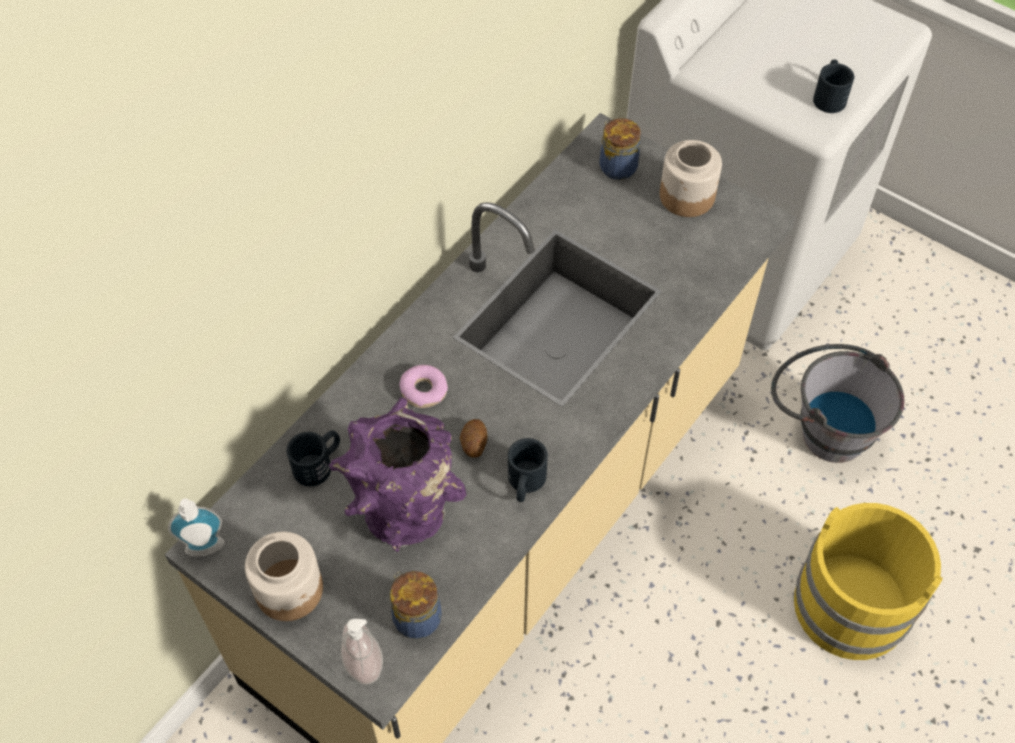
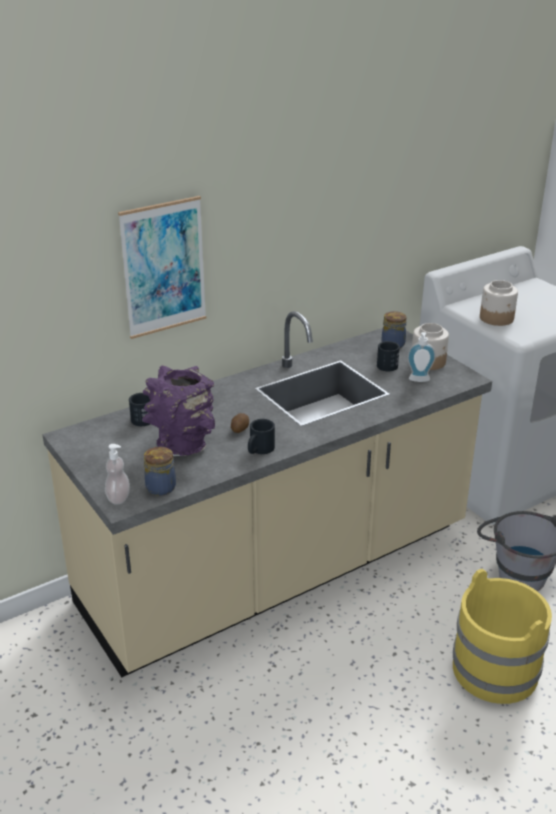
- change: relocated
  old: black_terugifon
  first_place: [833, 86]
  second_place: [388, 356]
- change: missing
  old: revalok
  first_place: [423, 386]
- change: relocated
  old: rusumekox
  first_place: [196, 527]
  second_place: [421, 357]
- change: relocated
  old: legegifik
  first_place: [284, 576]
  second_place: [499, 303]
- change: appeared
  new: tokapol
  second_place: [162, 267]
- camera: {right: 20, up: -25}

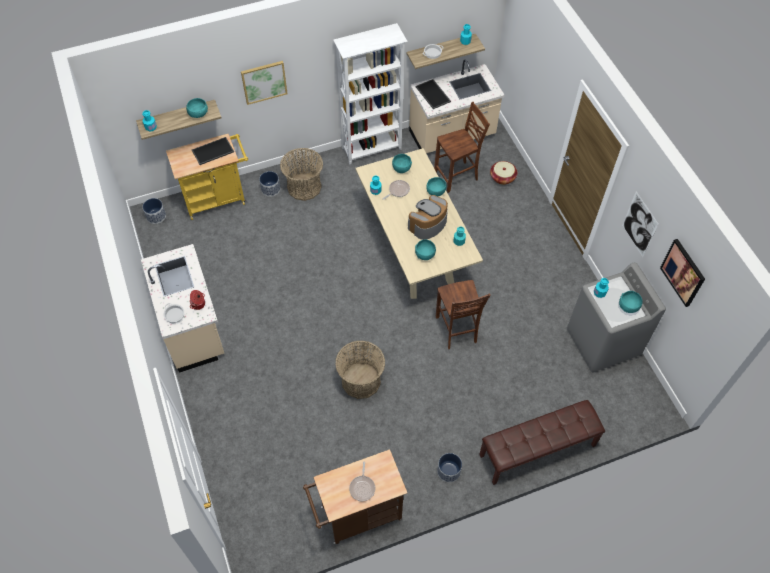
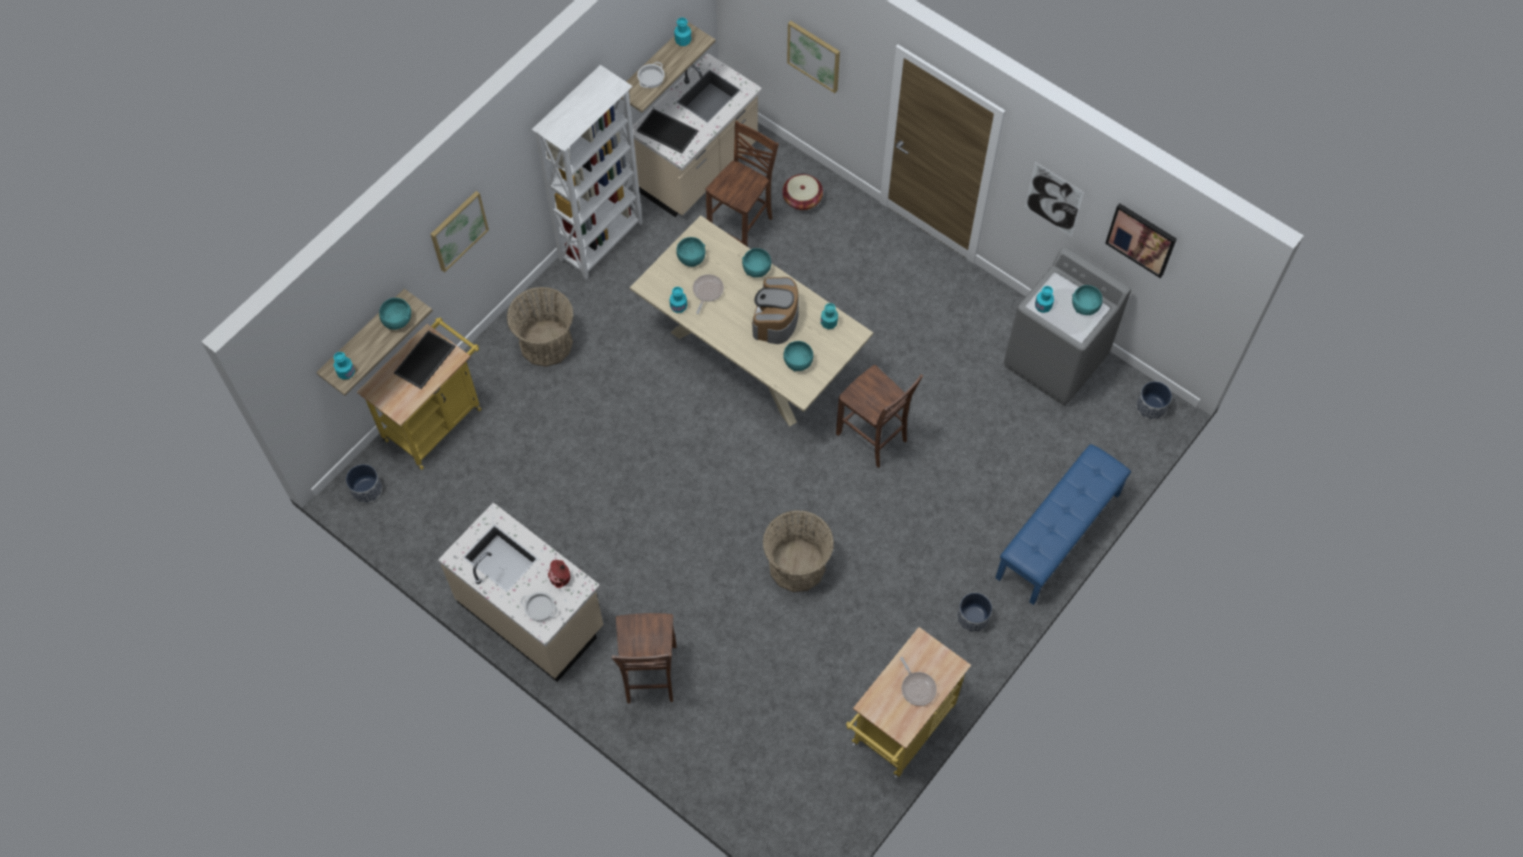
- change: relocated
  old: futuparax
  first_place: [269, 184]
  second_place: [1154, 400]
- change: colour
  old: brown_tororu
  new: blue_tororu
  first_place: [542, 442]
  second_place: [1063, 524]
- change: colour
  old: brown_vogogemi
  new: yellow_vogogemi
  first_place: [355, 496]
  second_place: [908, 702]
- change: appeared
  new: tokapol
  second_place: [813, 57]
- change: appeared
  new: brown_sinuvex
  second_place: [644, 658]
- camera: {right: -30, up: 5}

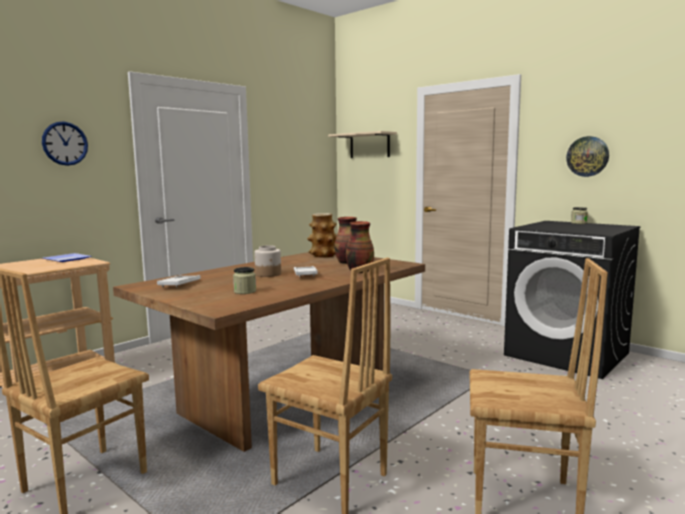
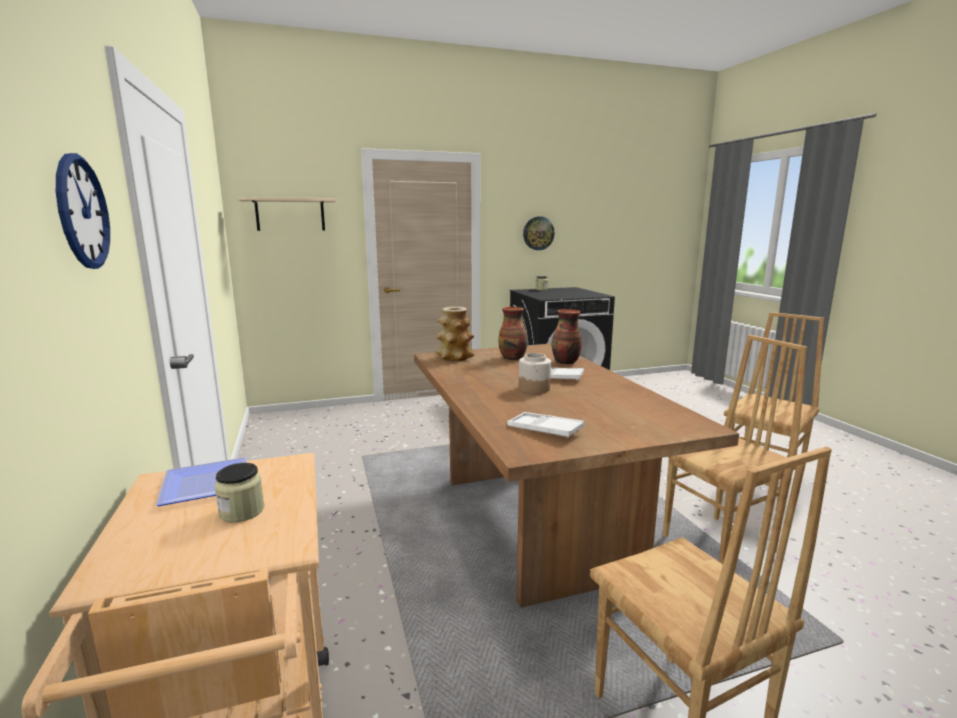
- change: relocated
  old: legegifik
  first_place: [244, 280]
  second_place: [239, 492]
- camera: {right: -60, up: 5}

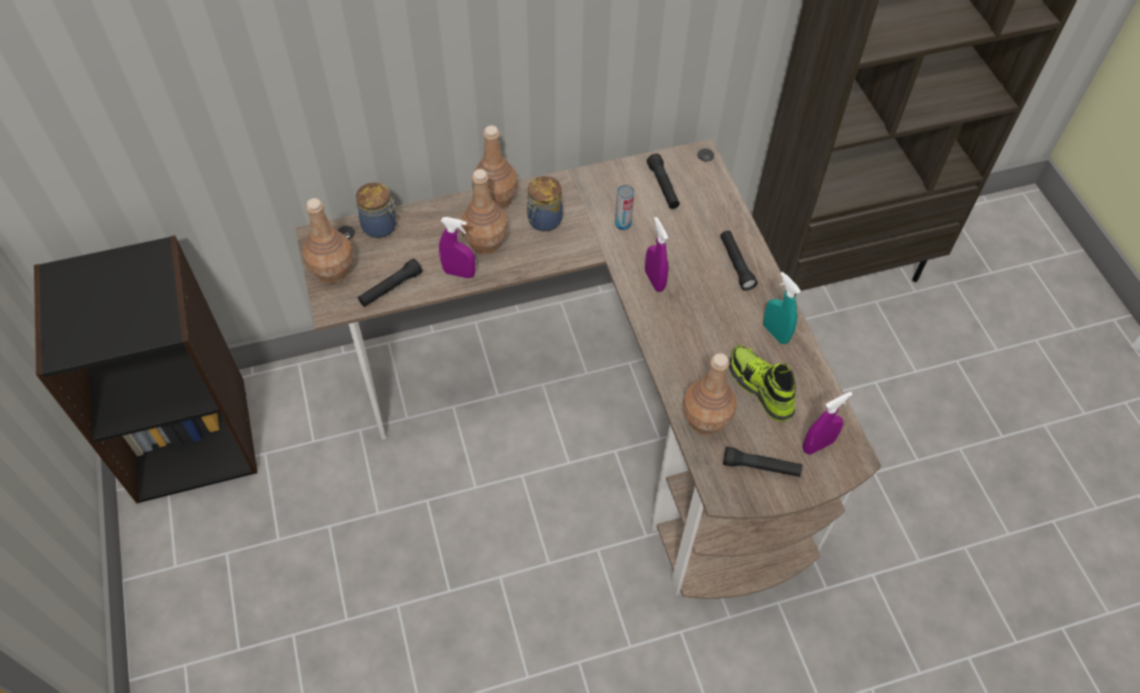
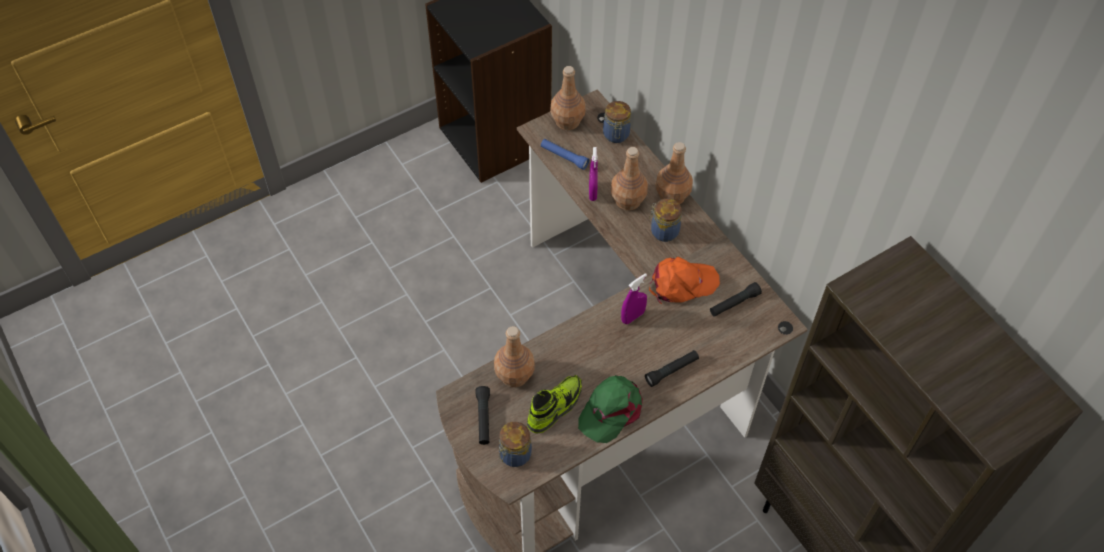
- change: exchanged
  old: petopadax
  new: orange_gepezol
  first_place: [624, 207]
  second_place: [684, 281]
- change: colour
  old: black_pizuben
  new: blue_pizuben
  first_place: [390, 283]
  second_place: [565, 154]
- change: exchanged
  old: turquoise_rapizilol
  new: green_gepezol
  first_place: [782, 308]
  second_place: [610, 409]
- change: exchanged
  old: purple_rapizilol
  new: legegifik
  first_place: [828, 423]
  second_place: [515, 444]
- camera: {right: 75, up: 0}

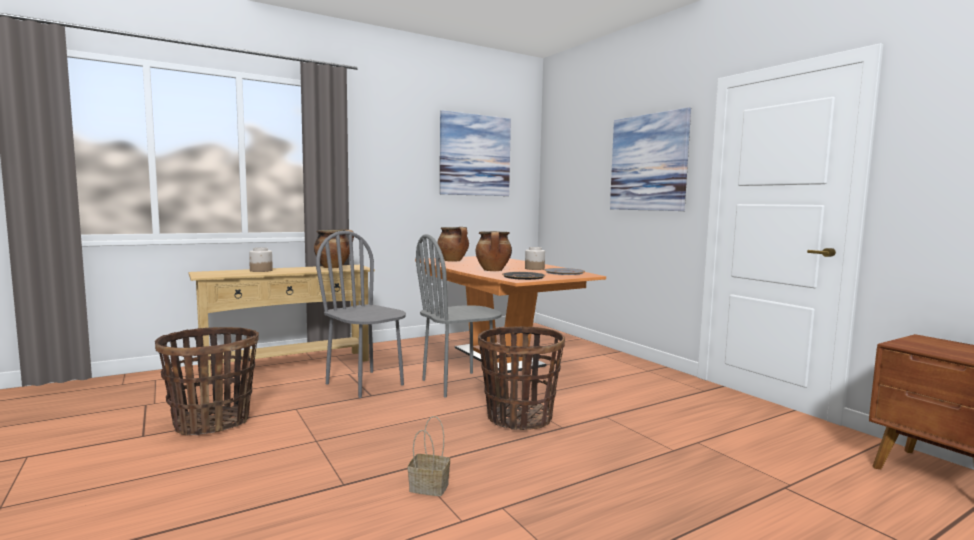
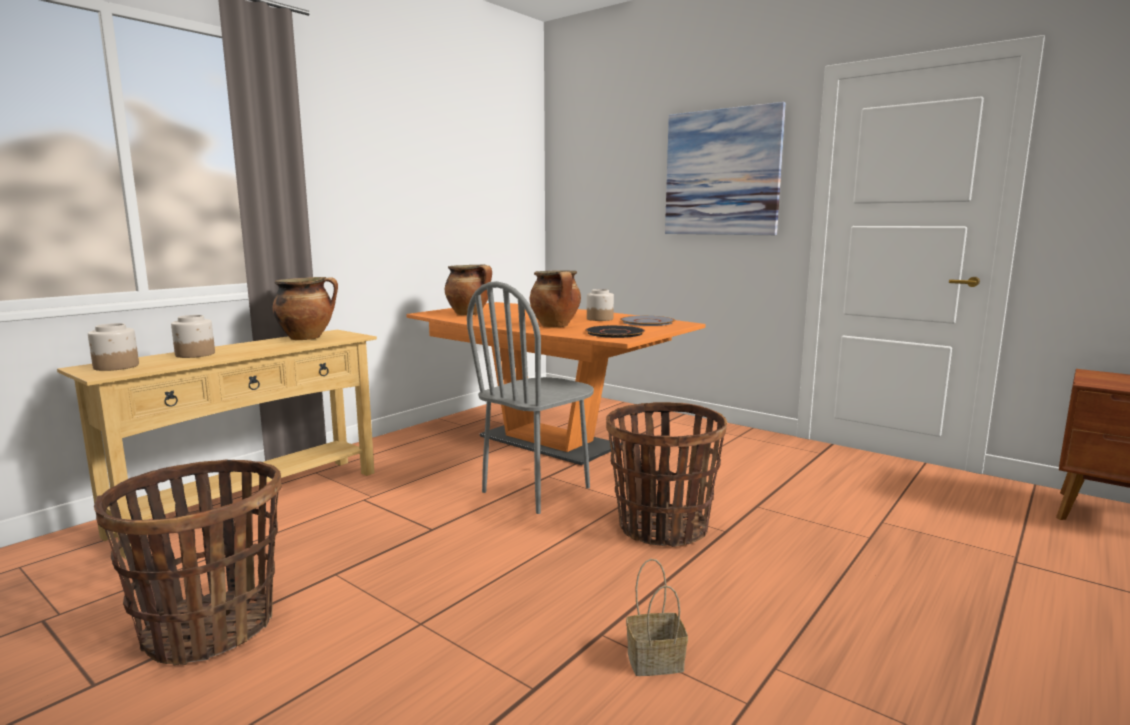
- change: missing
  old: tokapol
  first_place: [475, 153]
- change: missing
  old: grey_sinuvex
  first_place: [361, 314]
- change: appeared
  new: legegifik
  second_place: [113, 347]
- camera: {right: -20, up: 5}

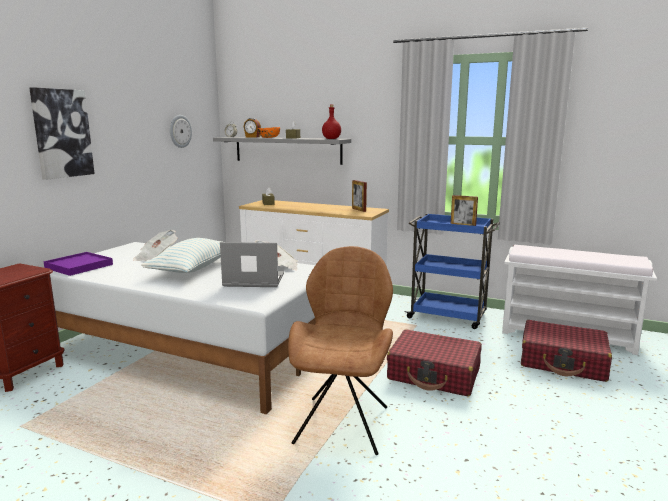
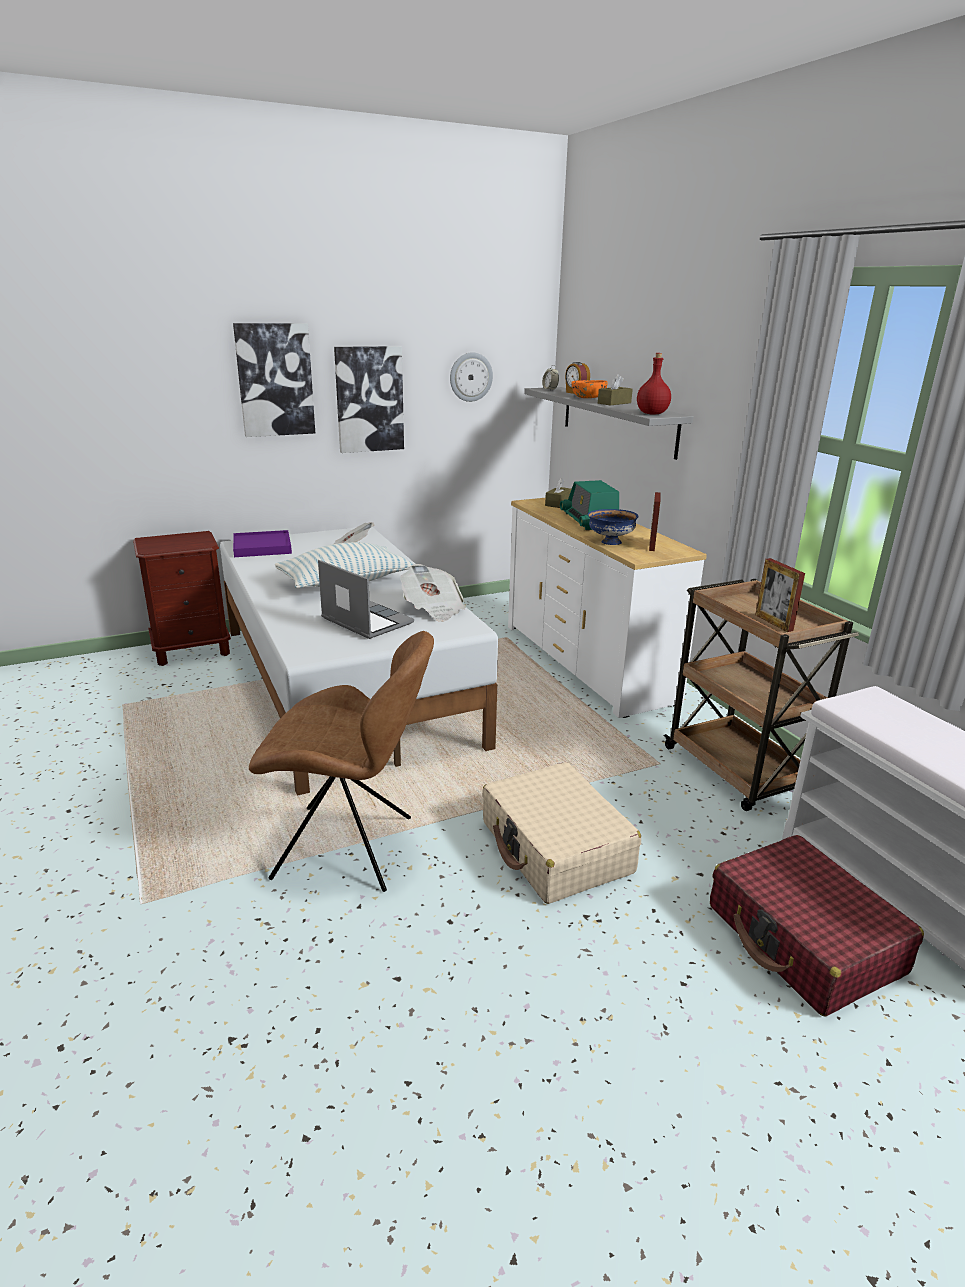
- change: colour
  old: blue_vogogemi
  new: brown_vogogemi
  first_place: [452, 271]
  second_place: [761, 695]
- change: spun
  old: brown_sinuvex
  first_place: [340, 350]
  second_place: [341, 761]
  degrees: 45
- change: colour
  old: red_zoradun
  new: beige_zoradun
  first_place: [434, 362]
  second_place: [561, 833]
- change: appeared
  new: tokapol
  second_place: [369, 399]
- change: appeared
  new: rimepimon
  second_place: [589, 505]
- change: appeared
  new: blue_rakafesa
  second_place: [613, 527]
- camera: {right: 40, up: 10}

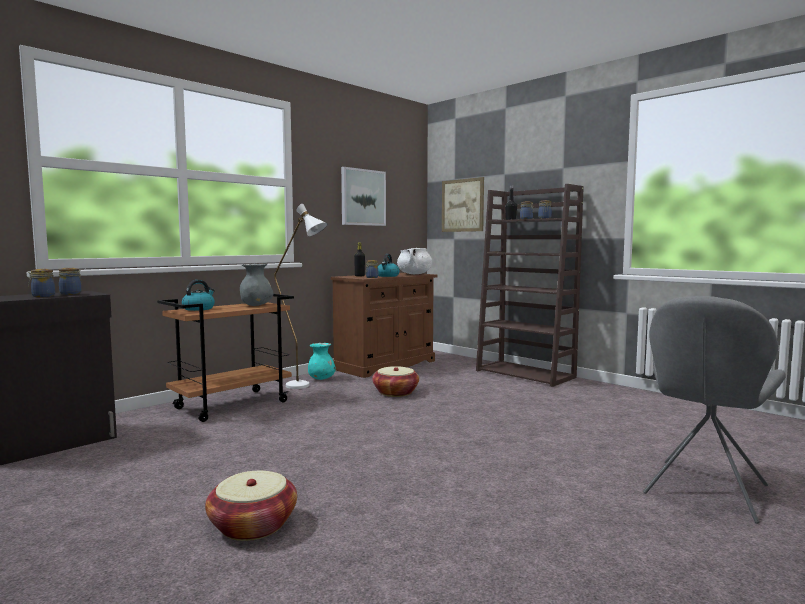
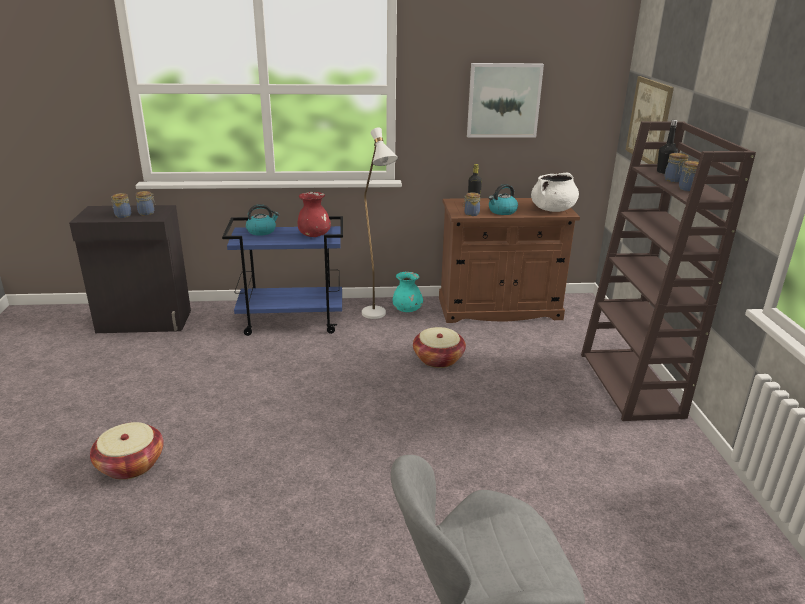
- change: colour
  old: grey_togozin
  new: red_togozin
  first_place: [257, 285]
  second_place: [314, 214]
- change: colour
  old: brown_vogogemi
  new: blue_vogogemi
  first_place: [225, 358]
  second_place: [282, 276]
- camera: {right: 40, up: 20}

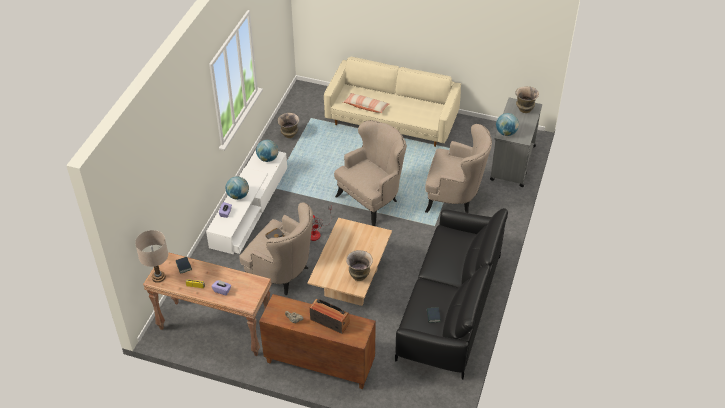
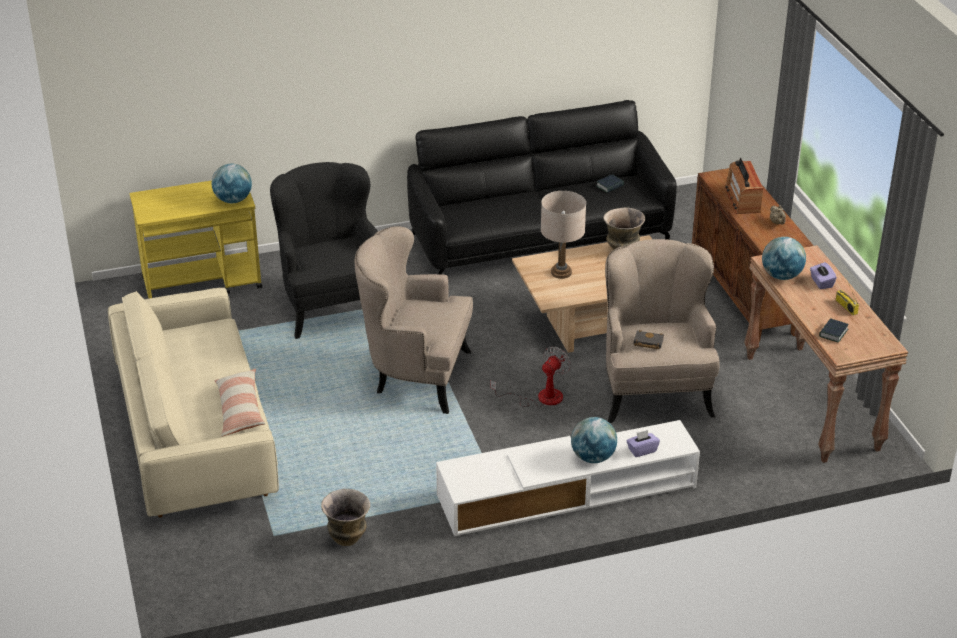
- change: missing
  old: togozin
  first_place: [527, 99]
- change: colour
  old: grey_vogogemi
  new: yellow_vogogemi
  first_place: [516, 142]
  second_place: [196, 239]
- change: colour
  old: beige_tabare
  new: black_tabare
  first_place: [458, 168]
  second_place: [324, 250]
- change: relocated
  old: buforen
  first_place: [267, 151]
  second_place: [784, 258]
- change: relocated
  old: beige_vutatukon
  first_place: [151, 256]
  second_place: [563, 235]
- camera: {right: -125, up: -10}

